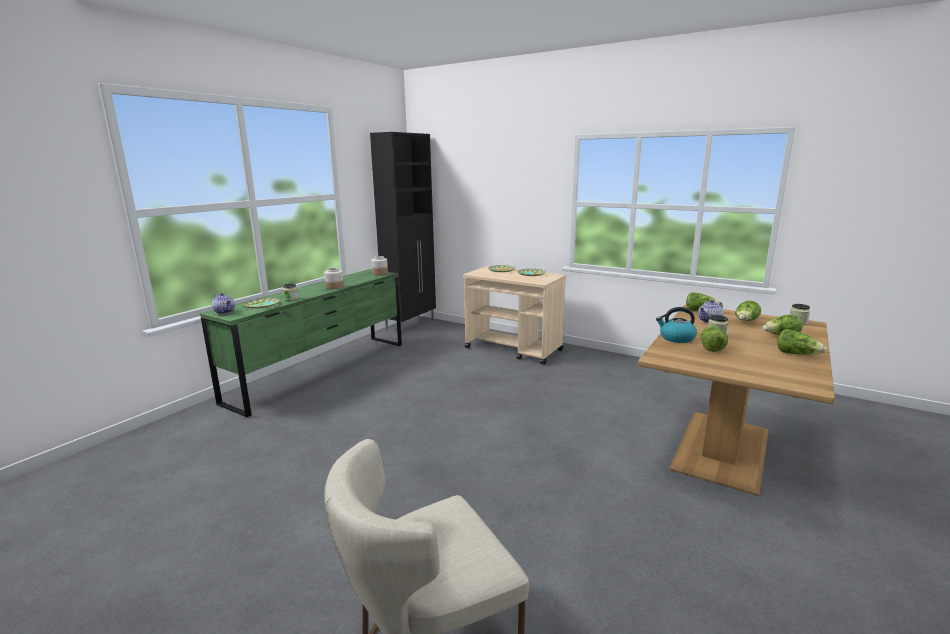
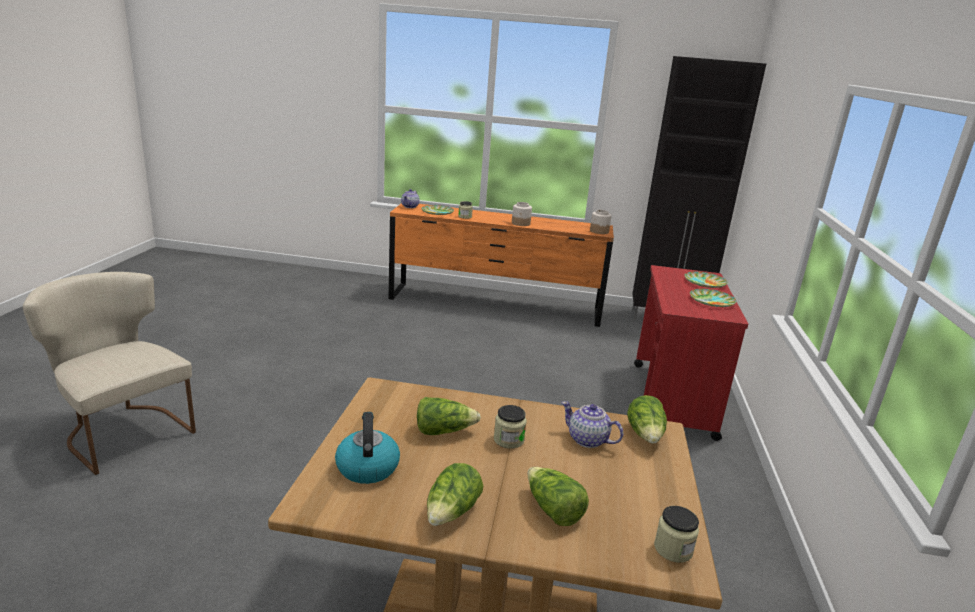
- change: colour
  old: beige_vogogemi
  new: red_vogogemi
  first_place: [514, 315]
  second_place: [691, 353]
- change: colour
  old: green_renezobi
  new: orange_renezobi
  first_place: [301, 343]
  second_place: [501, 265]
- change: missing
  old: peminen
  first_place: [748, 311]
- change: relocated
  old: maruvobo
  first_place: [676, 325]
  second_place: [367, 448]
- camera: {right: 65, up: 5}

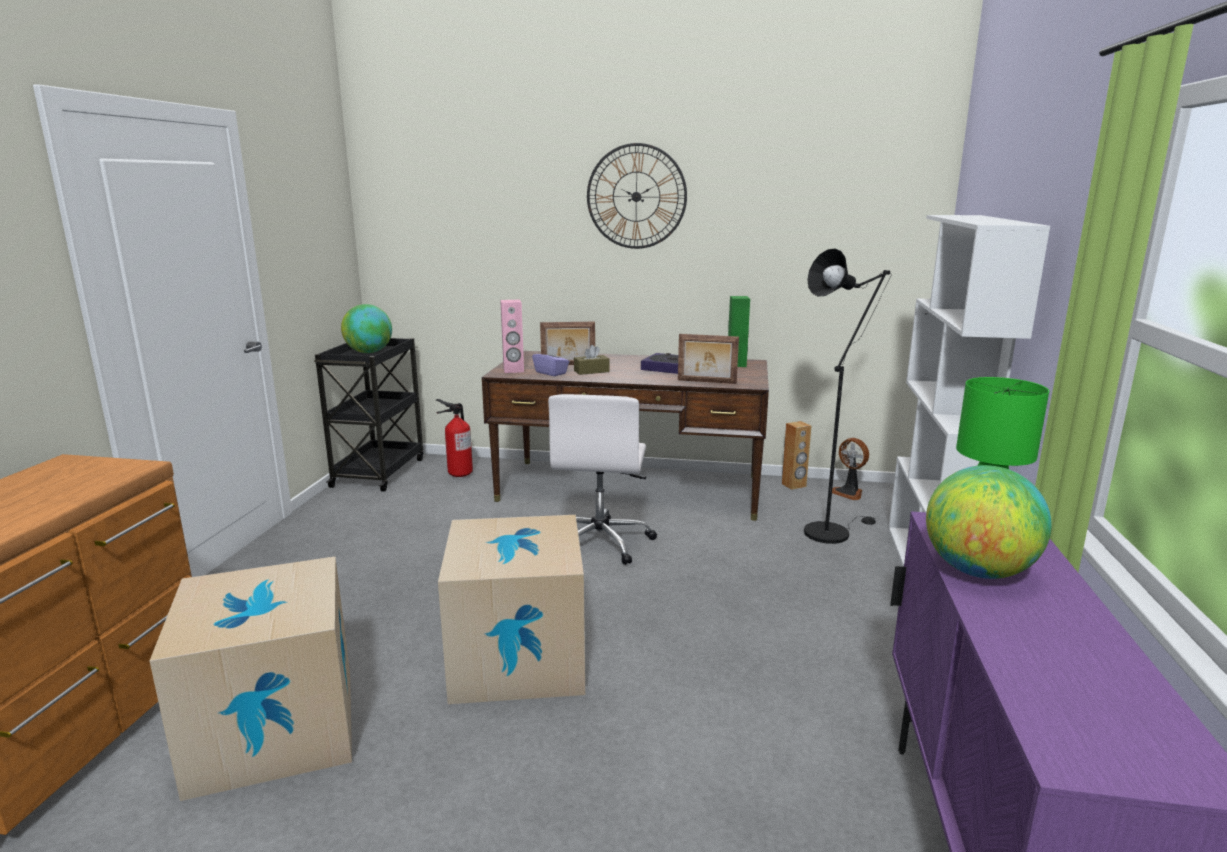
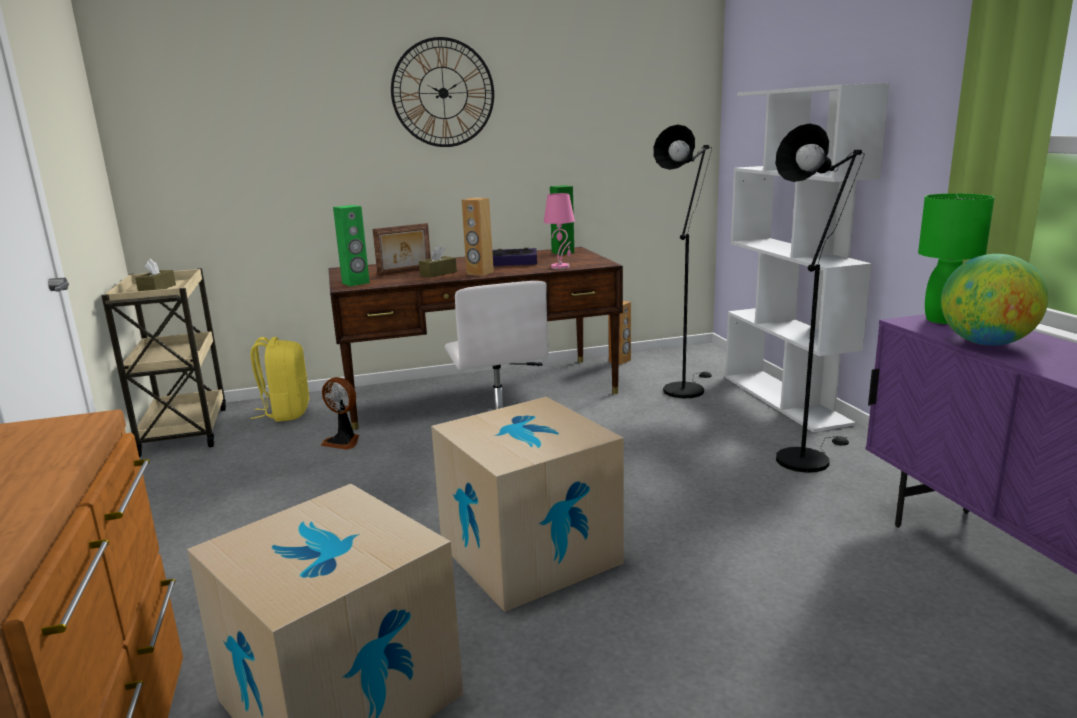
- change: colour
  old: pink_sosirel
  new: green_sosirel
  first_place: [512, 336]
  second_place: [351, 245]
- change: exchanged
  old: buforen
  new: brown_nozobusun
  first_place: [366, 328]
  second_place: [155, 275]
- change: exchanged
  old: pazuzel
  new: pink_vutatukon
  first_place: [708, 359]
  second_place: [559, 231]
- change: colour
  old: black_vogogemi
  new: beige_vogogemi
  first_place: [368, 415]
  second_place: [164, 362]
- change: missing
  old: purple_nozobusun
  first_place: [551, 361]
- change: exchanged
  old: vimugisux
  new: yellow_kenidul
  first_place: [454, 438]
  second_place: [280, 379]
- change: relocated
  old: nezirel
  first_place: [850, 469]
  second_place: [340, 413]
- change: appeared
  new: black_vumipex
  second_place: [819, 298]
- change: appeared
  new: brown_sosirel
  second_place: [478, 237]
- camera: {right: -25, up: 0}

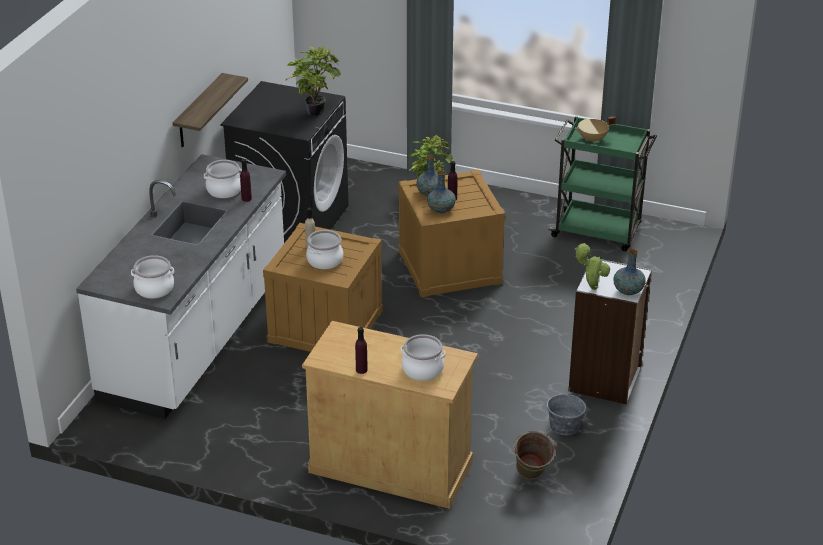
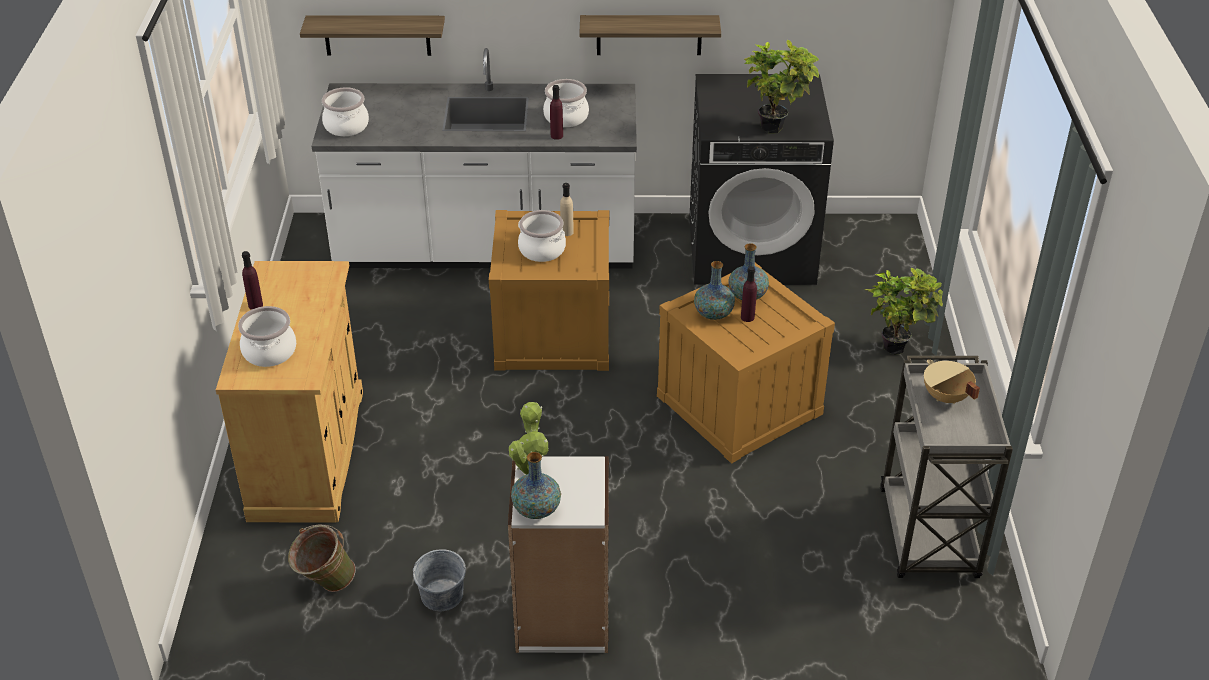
- change: colour
  old: green_vogogemi
  new: grey_vogogemi
  first_place: [603, 183]
  second_place: [946, 467]
- change: appeared
  new: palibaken
  second_place: [372, 35]
- camera: {right: 70, up: 5}

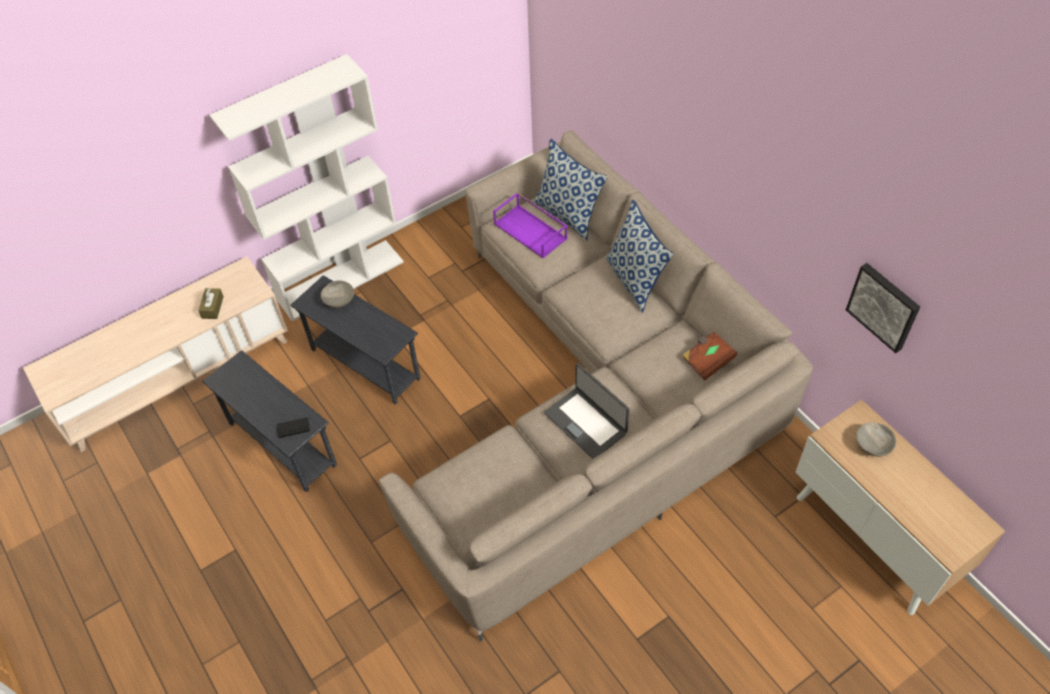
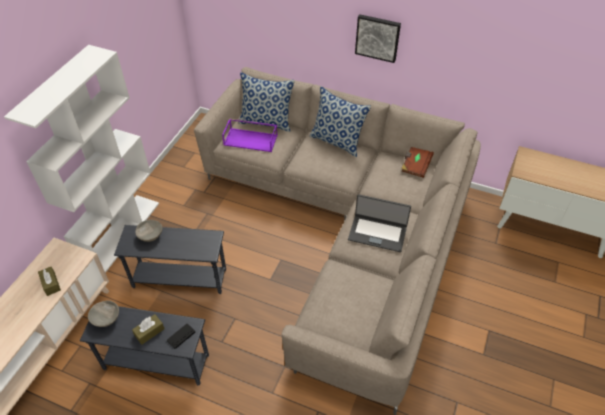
- change: relocated
  old: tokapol
  first_place: [883, 308]
  second_place: [378, 38]
- change: relocated
  old: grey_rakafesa
  first_place: [876, 439]
  second_place: [103, 313]
- change: appeared
  new: brown_nozobusun
  second_place: [148, 329]
- camera: {right: -35, up: -5}

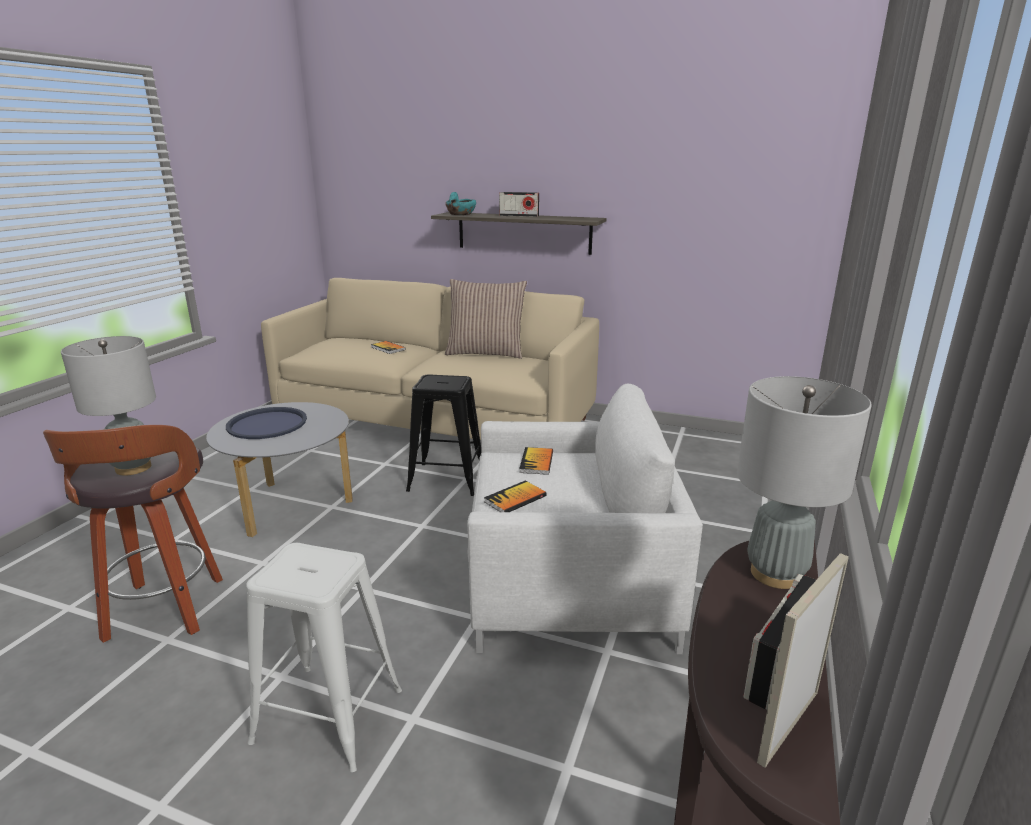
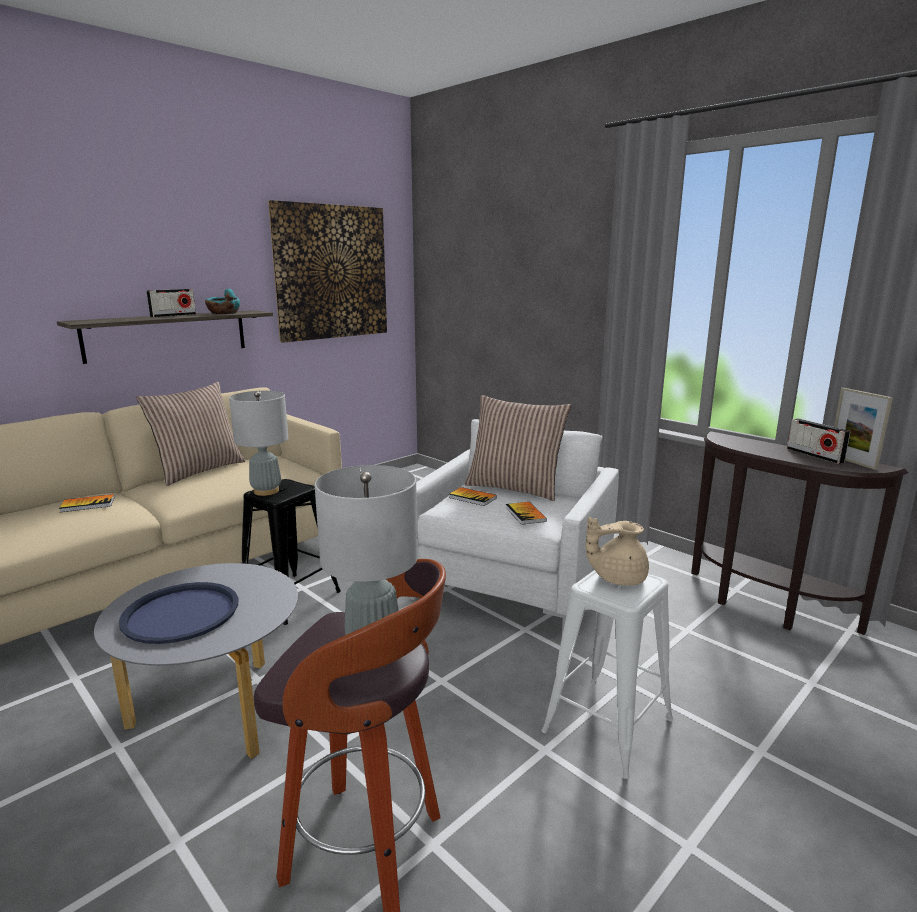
- change: relocated
  old: turquoise_rakafesa
  first_place: [460, 203]
  second_place: [222, 301]
- change: relocated
  old: grey_vutatukon
  first_place: [804, 482]
  second_place: [258, 443]
- change: appeared
  new: tokapol
  second_place: [327, 271]
- change: appeared
  new: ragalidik
  second_place: [518, 448]
- change: appeared
  new: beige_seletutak
  second_place: [617, 550]
- camera: {right: -65, up: -5}

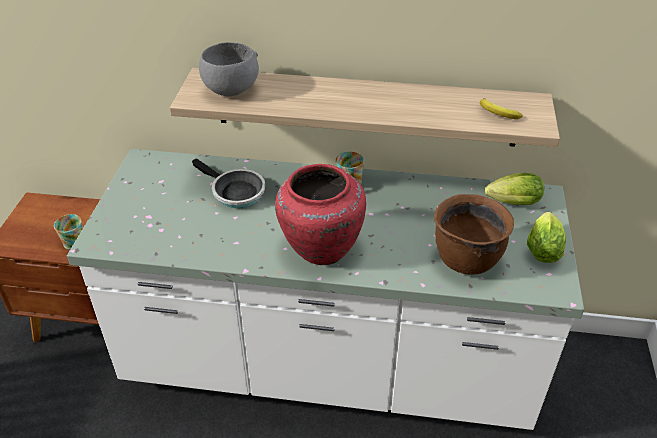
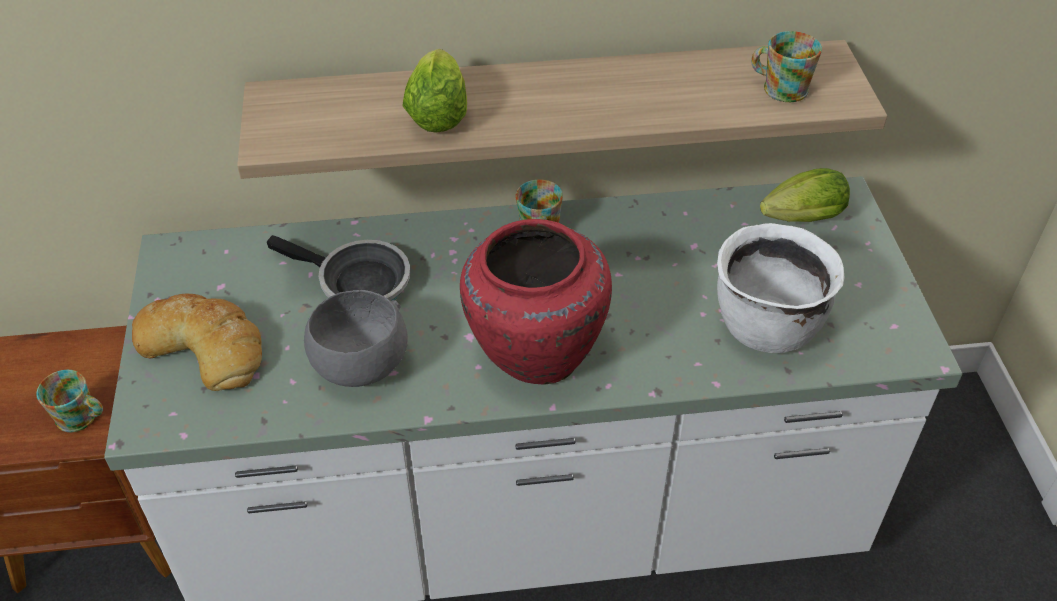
- change: relocated
  old: grey_rakafesa
  first_place: [229, 69]
  second_place: [356, 338]
- change: exchanged
  old: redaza
  new: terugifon
  first_place: [501, 108]
  second_place: [786, 66]
- change: colour
  old: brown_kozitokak
  new: white_kozitokak
  first_place: [474, 234]
  second_place: [781, 288]
- change: relocated
  old: peminen
  first_place: [546, 237]
  second_place: [435, 91]
- change: appeared
  new: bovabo
  second_place: [197, 342]
- camera: {right: -15, up: 5}

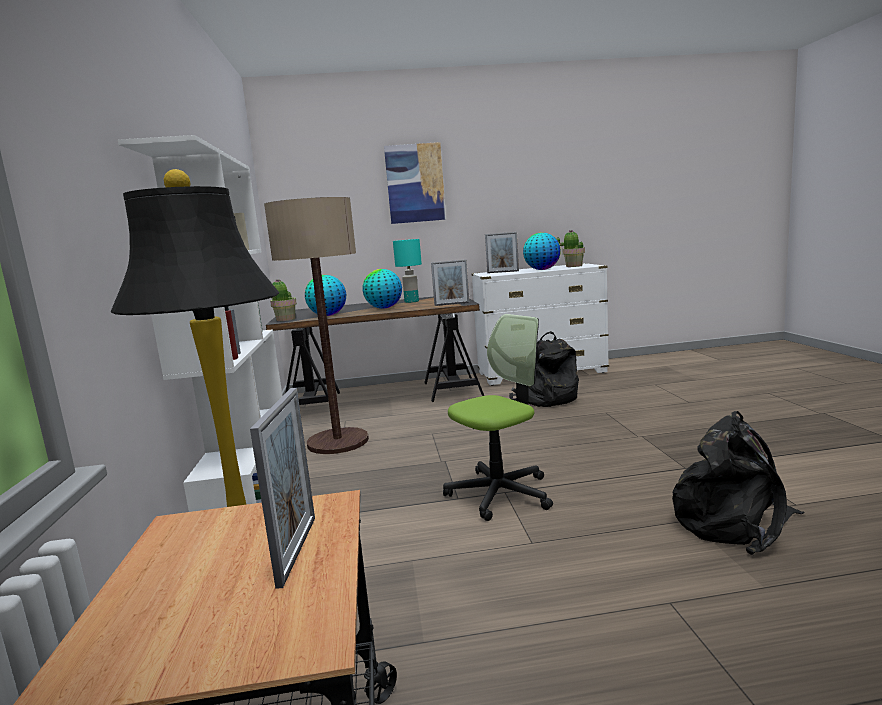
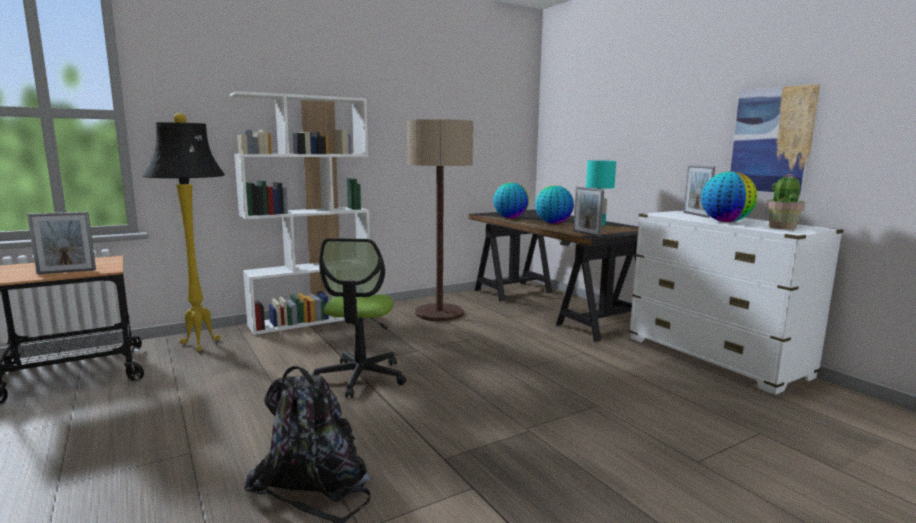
- change: relocated
  old: tokapol
  first_place: [415, 183]
  second_place: [775, 139]
- change: missing
  old: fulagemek
  first_place: [283, 300]
- change: spun
  old: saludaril
  first_place: [498, 417]
  second_place: [358, 318]
  degrees: 60
- change: missing
  old: black_kenidul
  first_place: [544, 369]
- camera: {right: 65, up: 0}

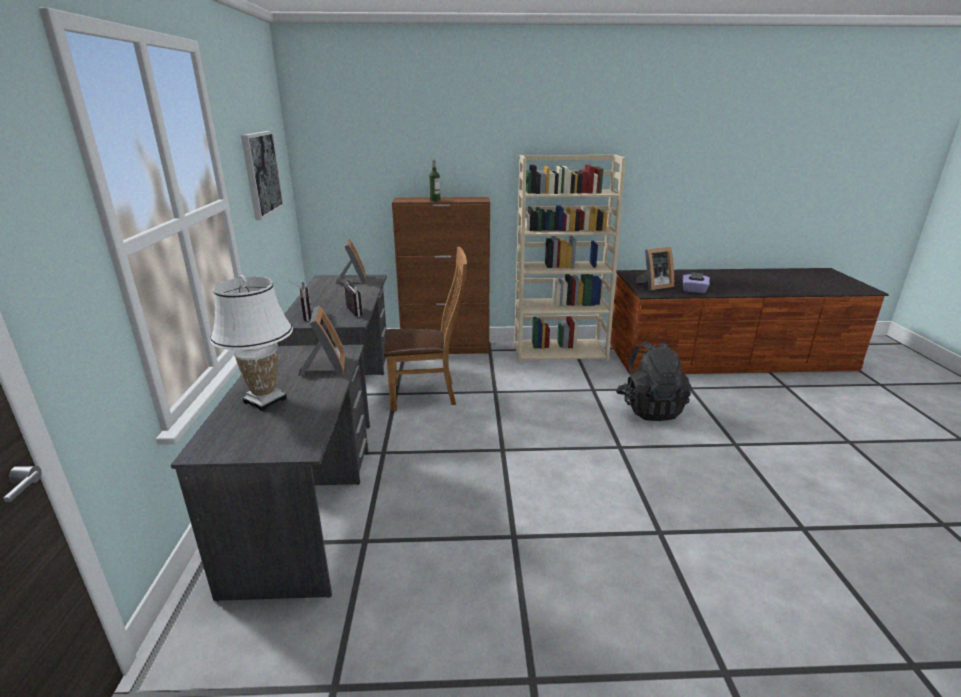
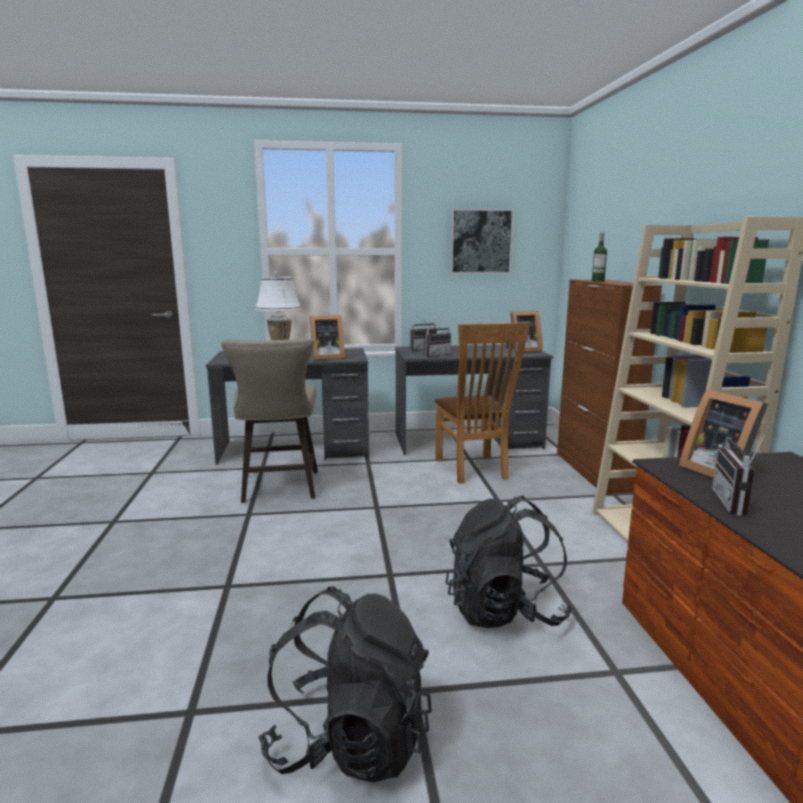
- change: exchanged
  old: purple_nozobusun
  new: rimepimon
  first_place: [696, 282]
  second_place: [739, 473]
- change: appeared
  new: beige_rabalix
  second_place: [269, 420]
- change: appeared
  new: black_kenidul
  second_place: [345, 684]
- camera: {right: 85, up: -10}

